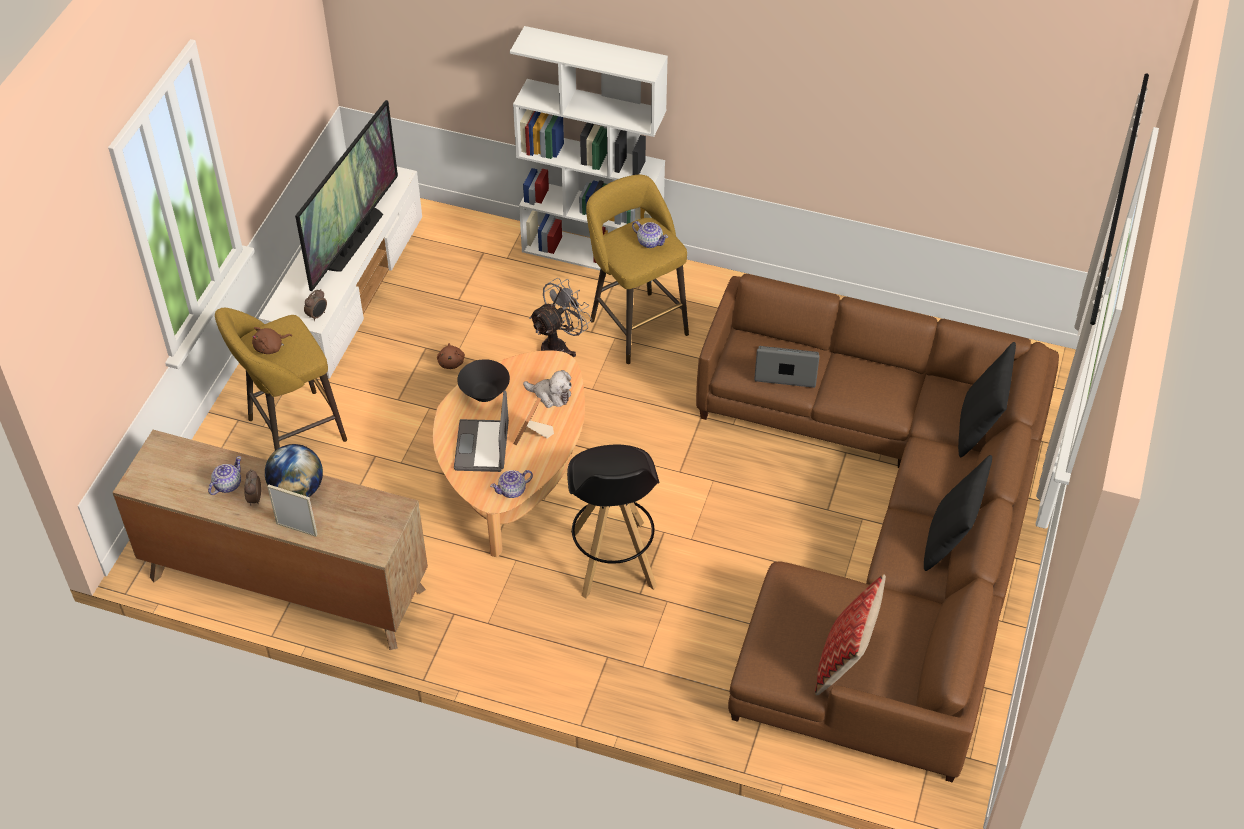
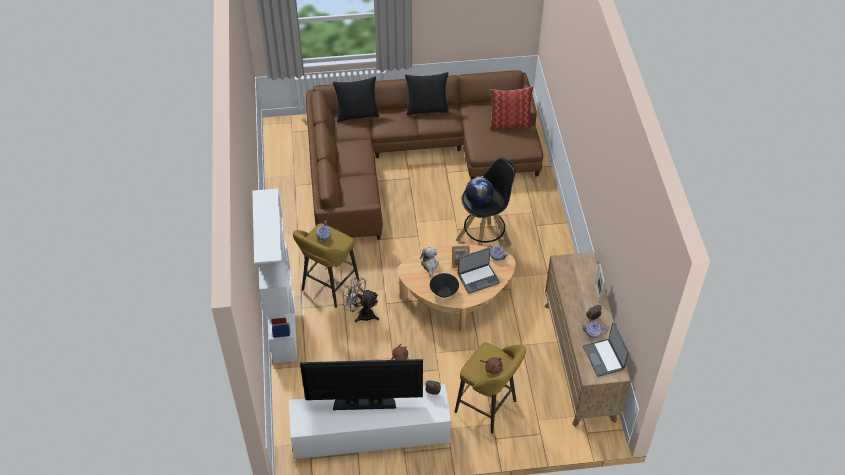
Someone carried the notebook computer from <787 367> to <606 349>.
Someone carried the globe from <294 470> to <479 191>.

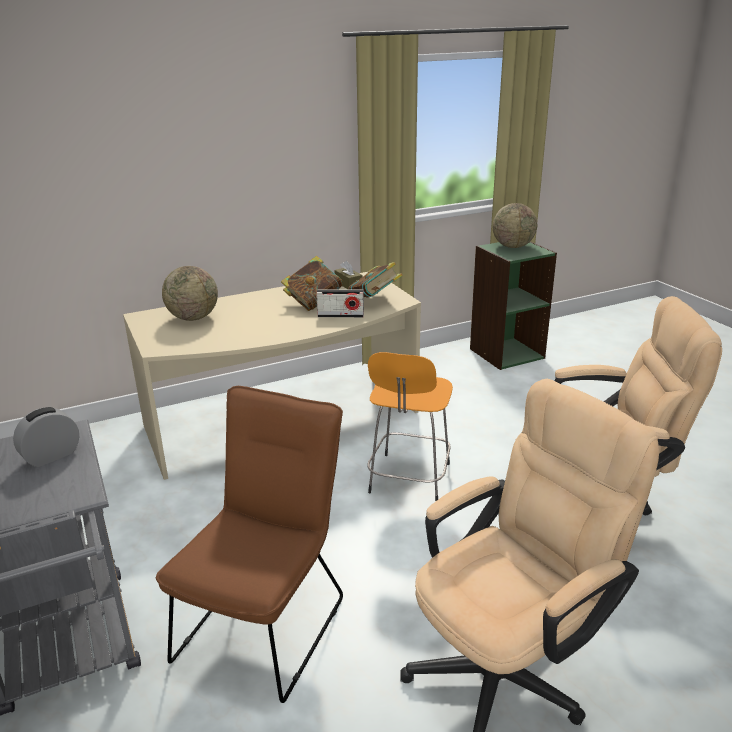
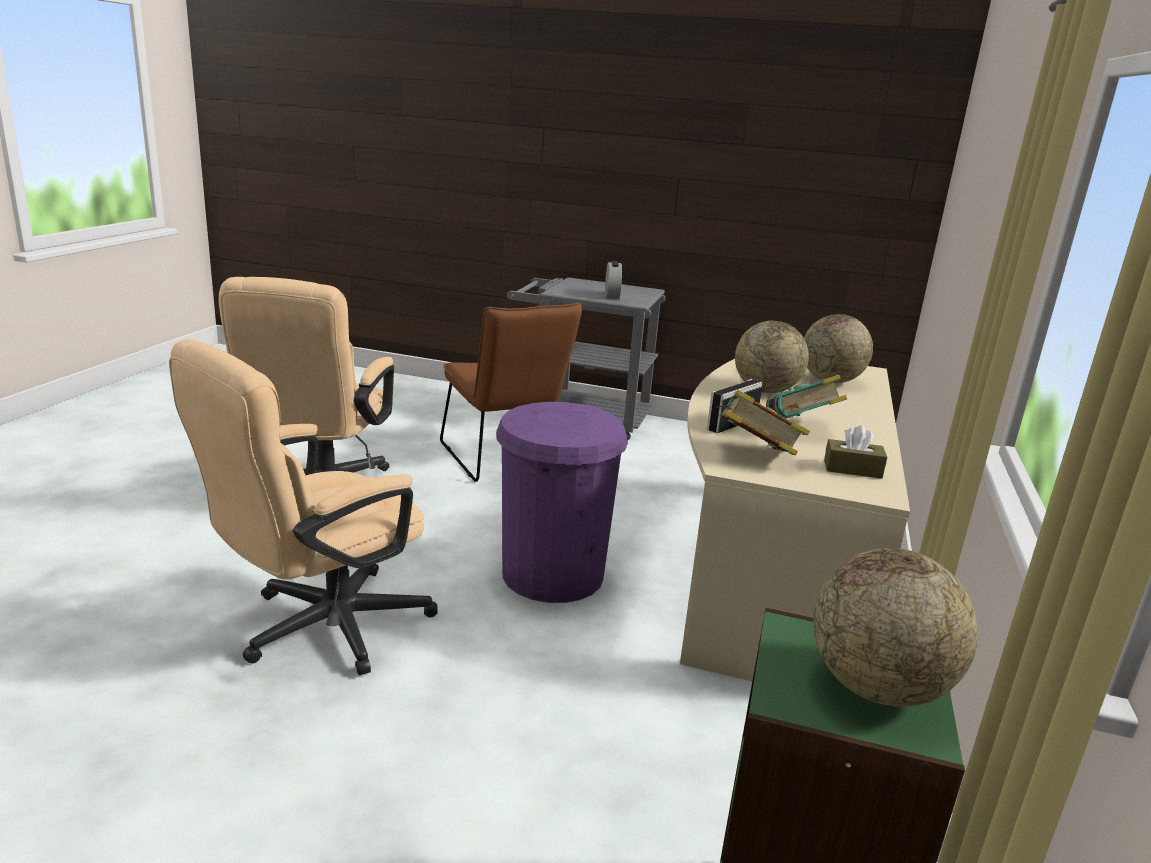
Someone swapped the orangey sitting stool at <410 427> for the purple-coloured waste bin at <562 502>.
Someone put down the globe at <772 357>.

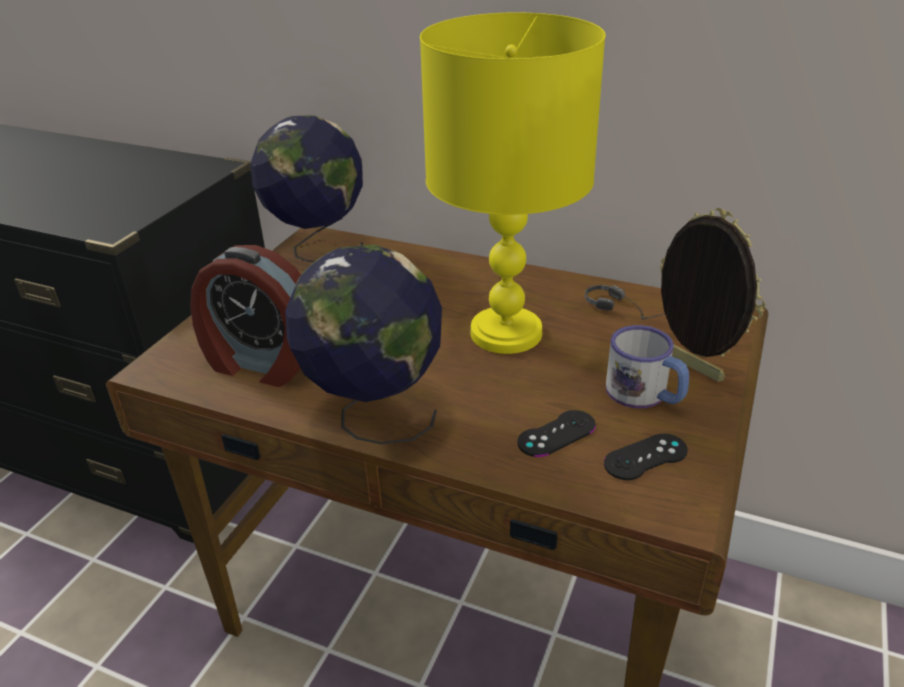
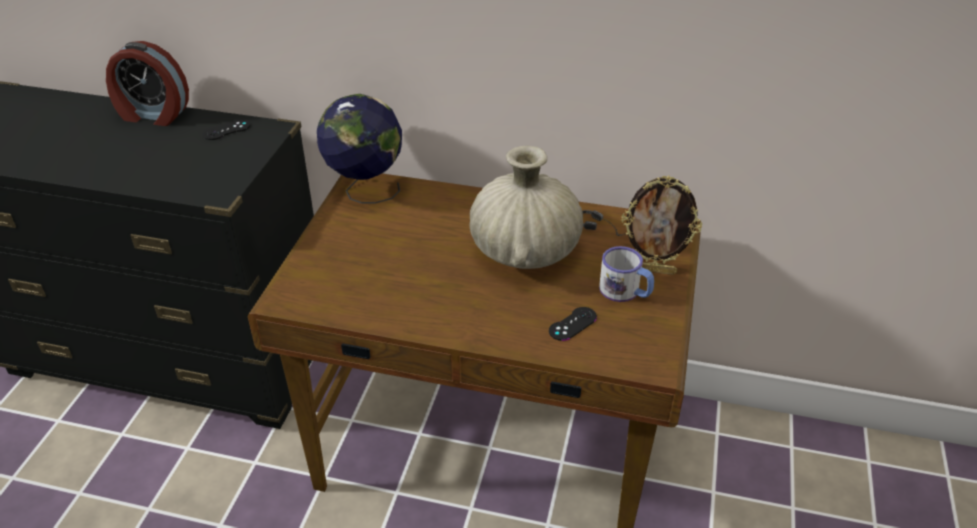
Someone swapped the yellow-coloured lamp for a table at <513 183> for the sand-coloured flower vase at <526 207>.
Someone rotated the picture frame at <712 295> by 150 degrees clockwise.
Someone carried the alarm clock from <245 316> to <147 83>.
Someone took away the globe at <363 344>.
Someone carried the black gamepad from <646 457> to <226 130>.

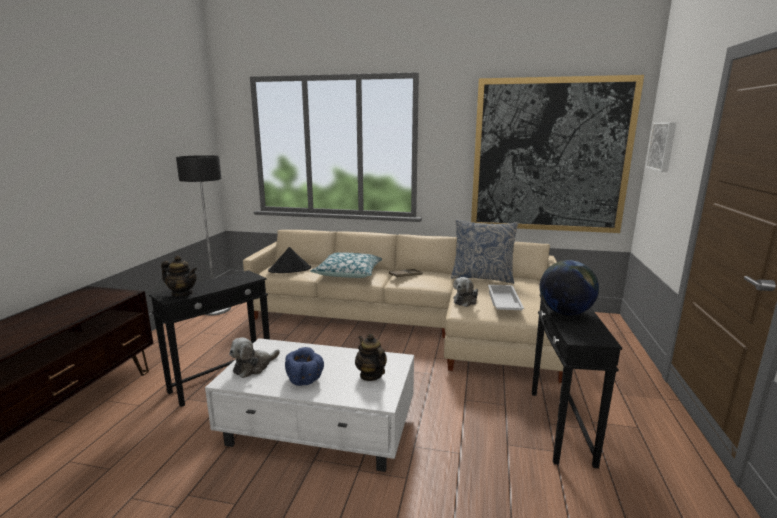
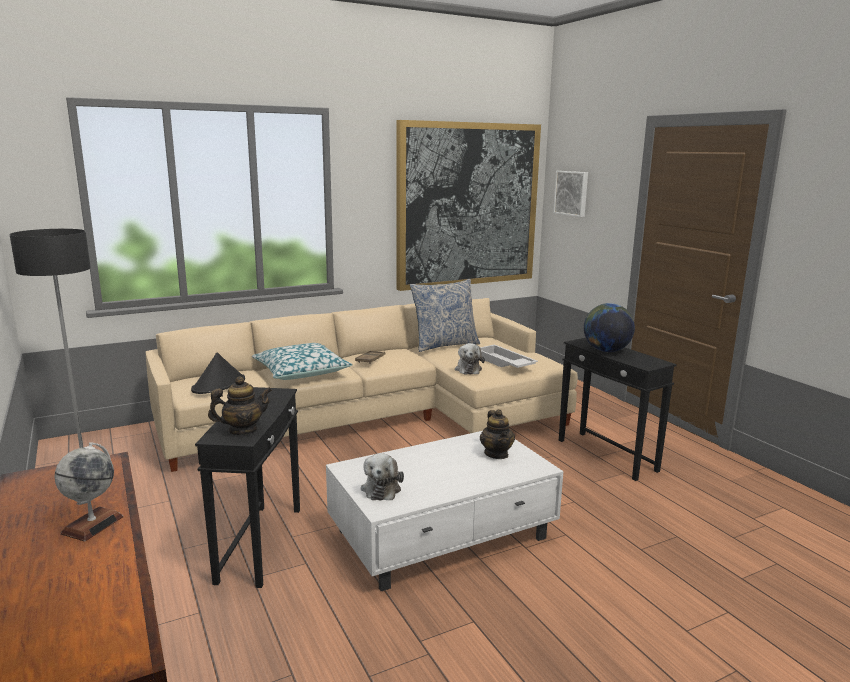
Someone rotated the pot for tea at <371 357> by 120 degrees counterclockwise.
Someone took away the bluish bowl at <304 366>.
Someone put down the globe at <89 491>.

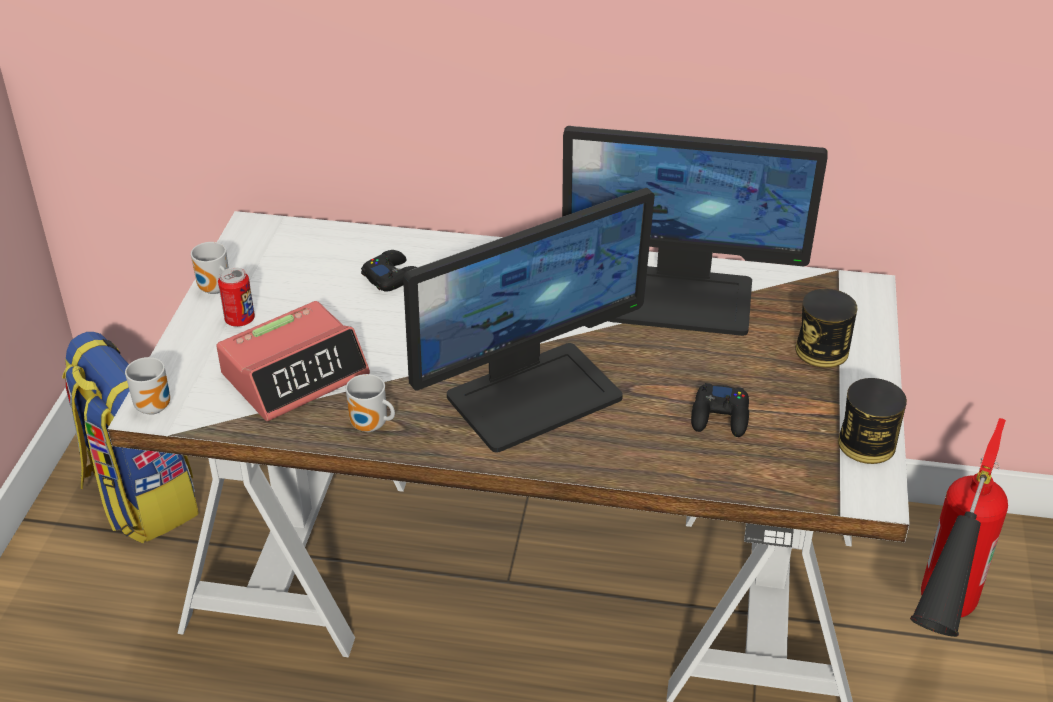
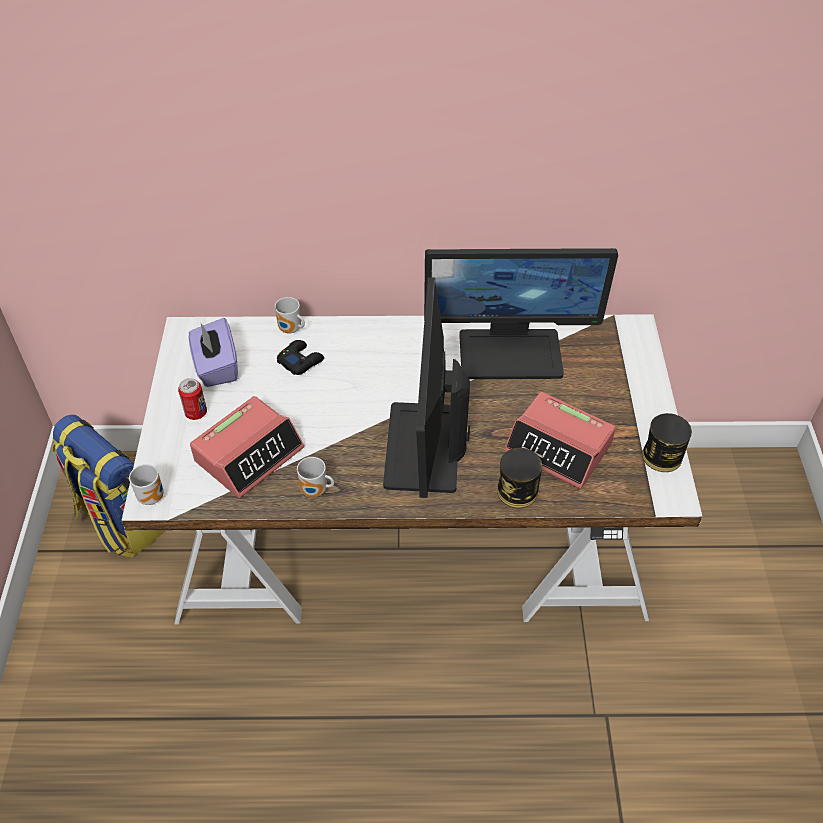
Someone rotated the computer display at <529 320> by 135 degrees clockwise.
Someone carried the tea mug from <210 268> to <290 315>.
Someone carried the can from <826 328> to <519 478>.
Someone swapped the black gamepad at <720 410> for the alarm clock at <560 440>.
Someone took away the extinguisher at <959 527>.
Someone put down the purple-coloured box of tissues at <213 352>.

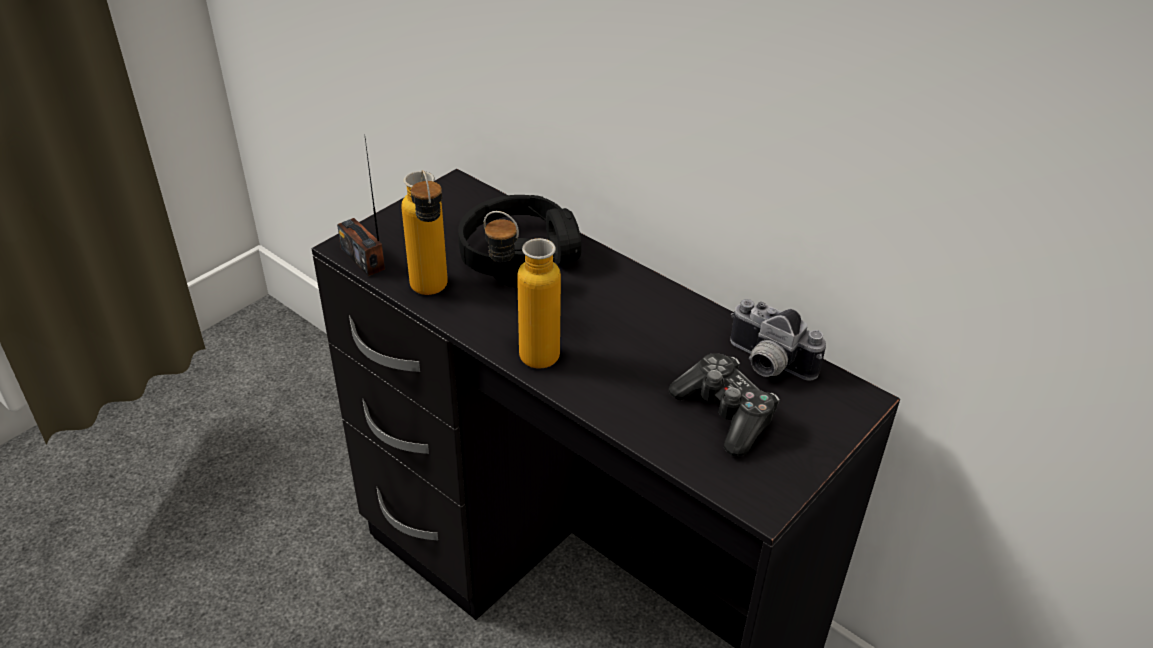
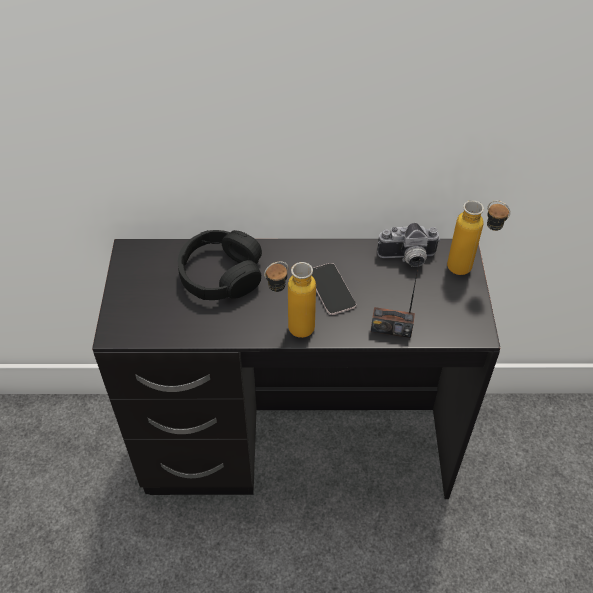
Someone carried the radio from <361 207> to <396 295>.
Someone carried the beverage bottle from <424 232> to <479 237>.
Someone took away the gamepad at <724 404>.
Someone put down the handset at <334 289>.

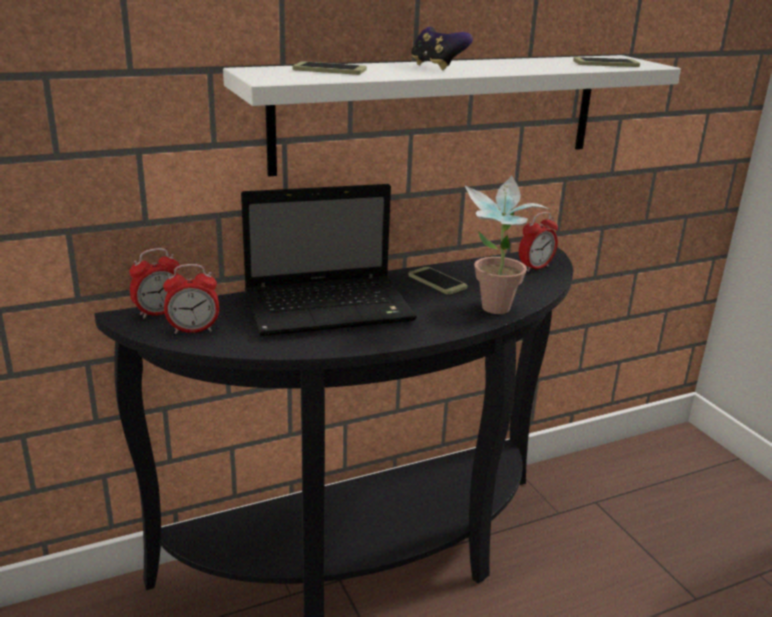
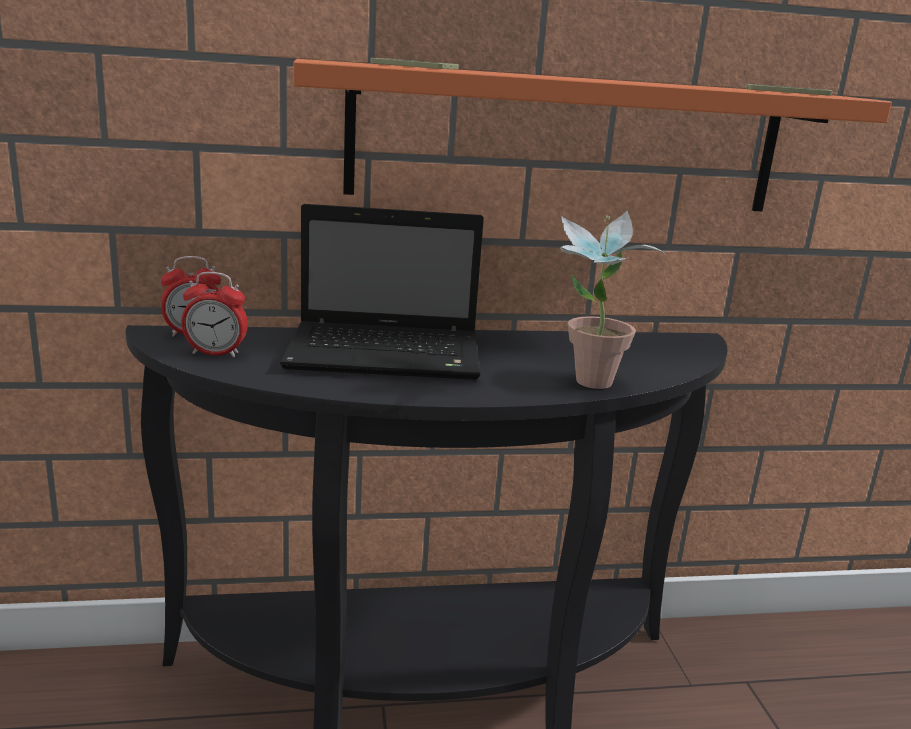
Someone took away the gamepad at <442 48>.
Someone repainted the whitish bracket shelf at <452 116>, which became the orangey bracket shelf at <592 135>.
Someone took away the alarm clock at <538 242>.
Someone took away the handset at <438 281>.

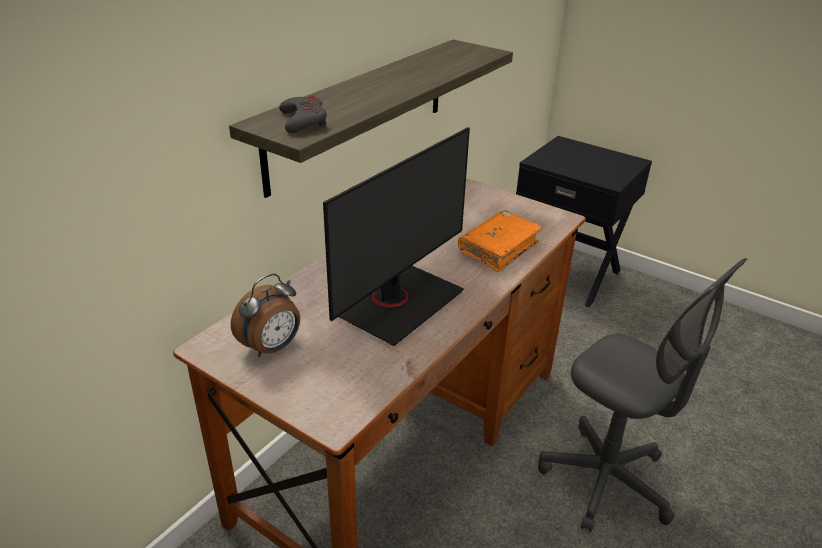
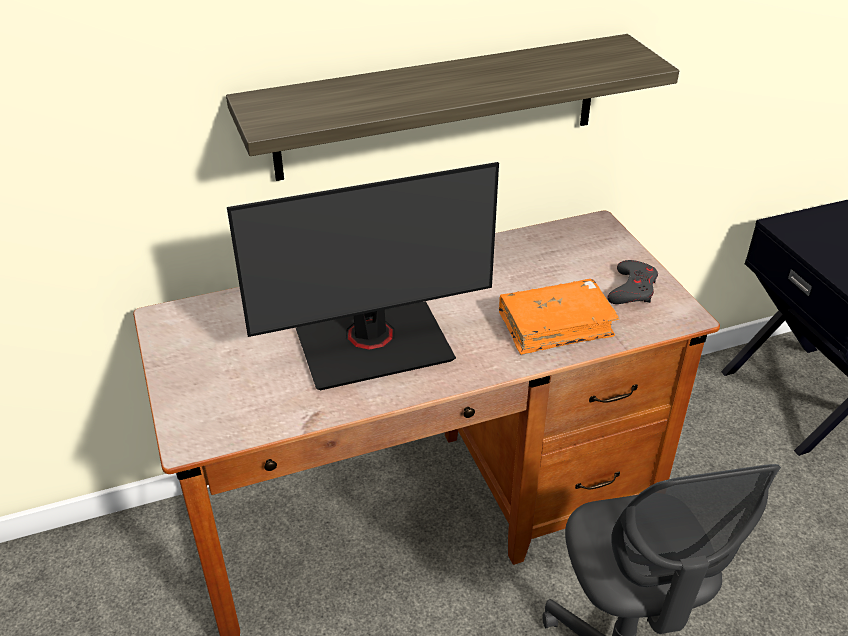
Someone carried the grey gamepad from <303 114> to <632 282>.
Someone took away the alarm clock at <265 315>.

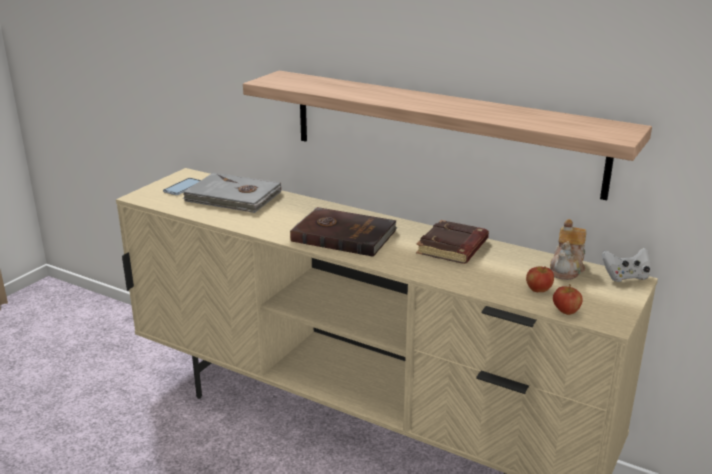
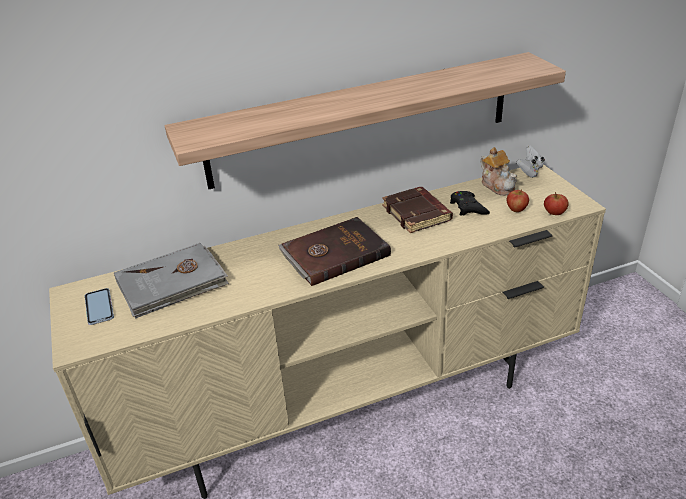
Someone put down the black gamepad at <470 203>.

